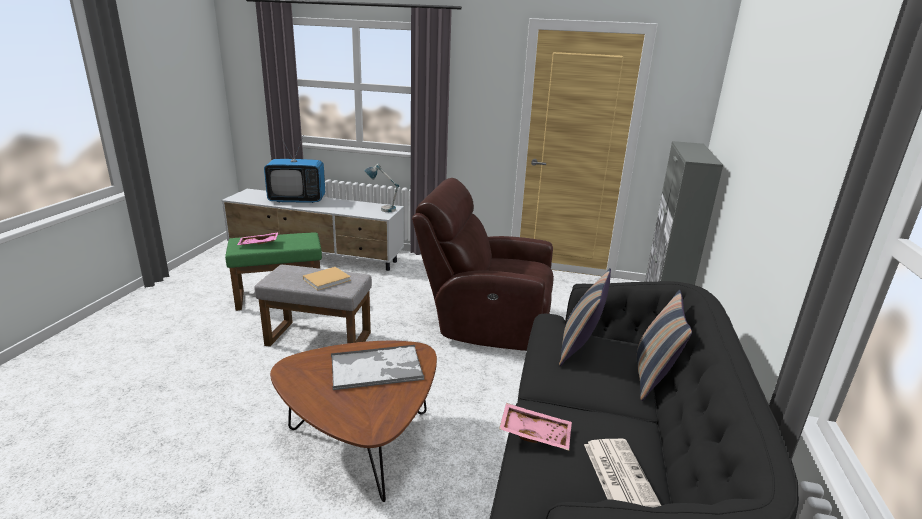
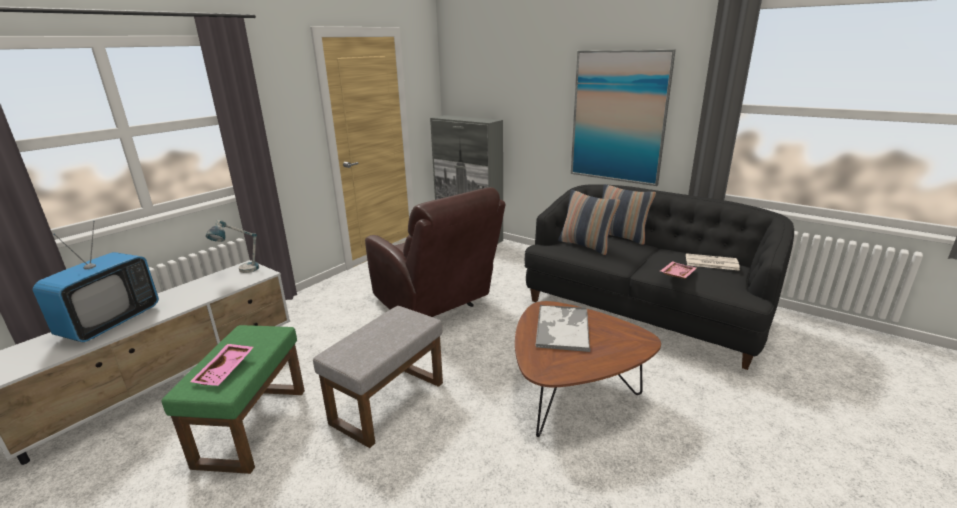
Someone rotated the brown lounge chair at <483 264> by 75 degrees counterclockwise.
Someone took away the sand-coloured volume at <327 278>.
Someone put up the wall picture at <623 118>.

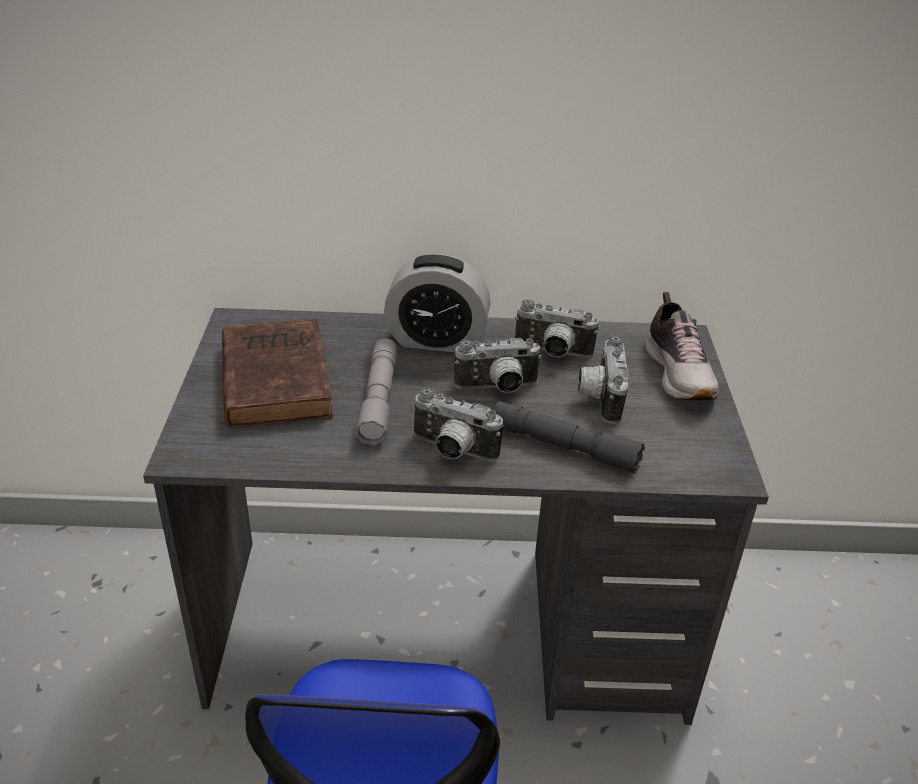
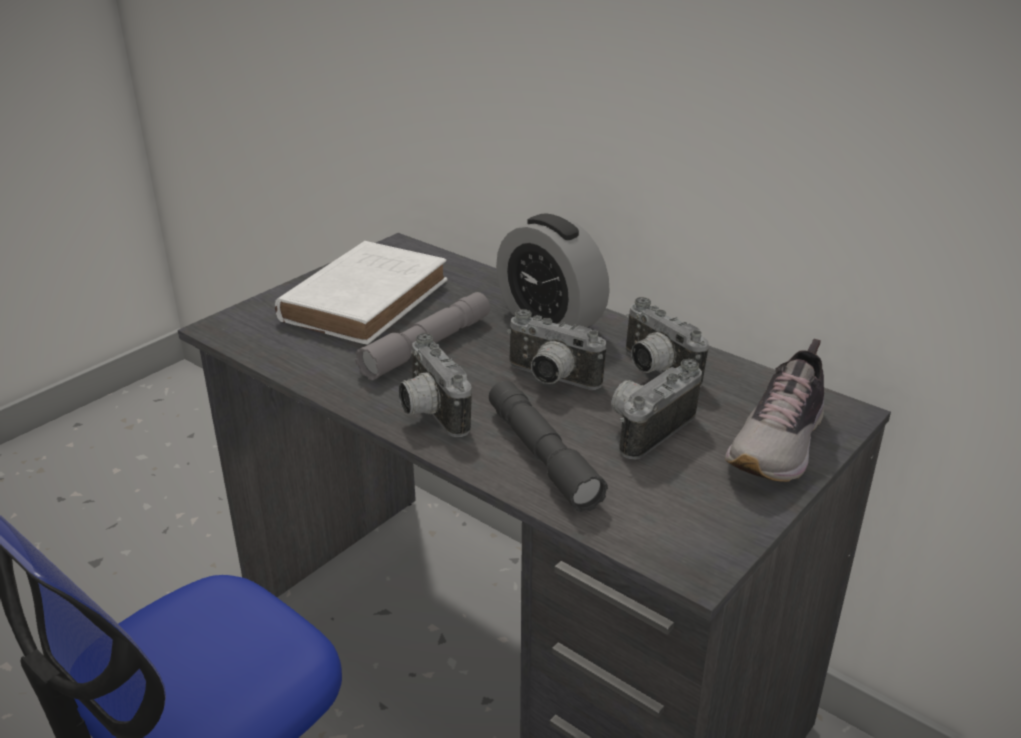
Someone repainted the brown volume at <277 373>, which became the whitish volume at <361 292>.

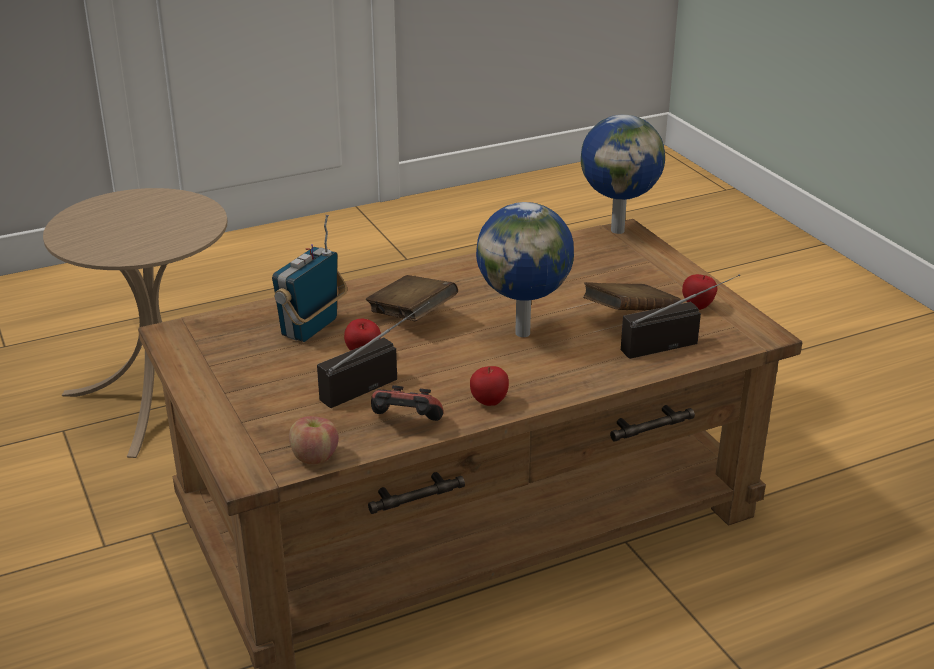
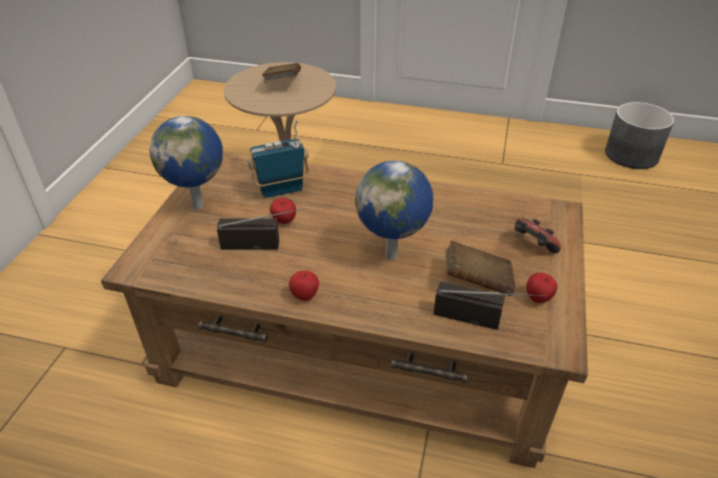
Someone carried the globe from <623 174> to <186 163>.
Someone carried the brown volume from <412 298> to <281 73>.
Someone carried the gamepad from <407 403> to <538 235>.
Someone took away the whole apple at <314 440>.
Someone put down the grey planter at <639 135>.

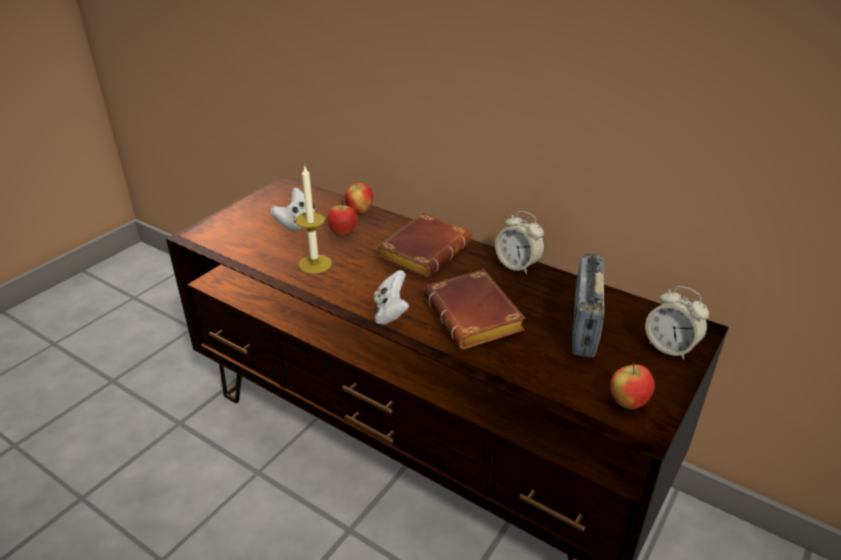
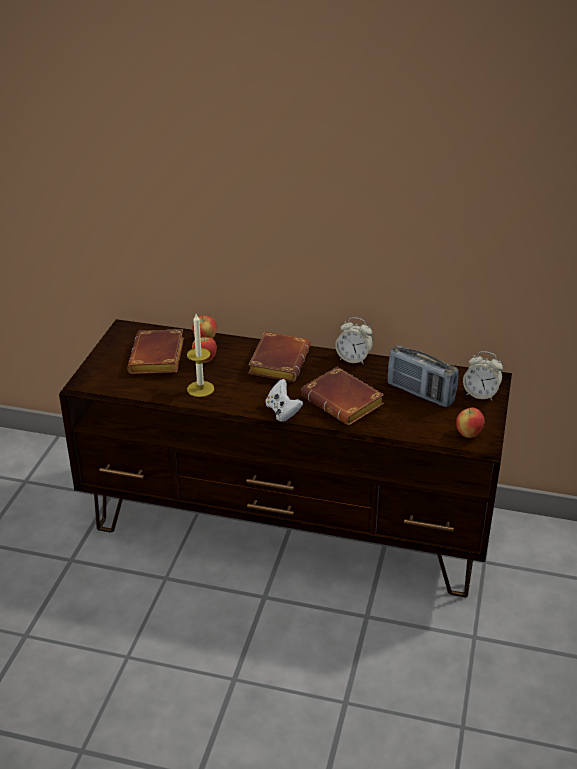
Someone swapped the whitish gamepad at <292 209> for the brown volume at <155 351>.
Someone rotated the radio at <588 306> by 45 degrees counterclockwise.

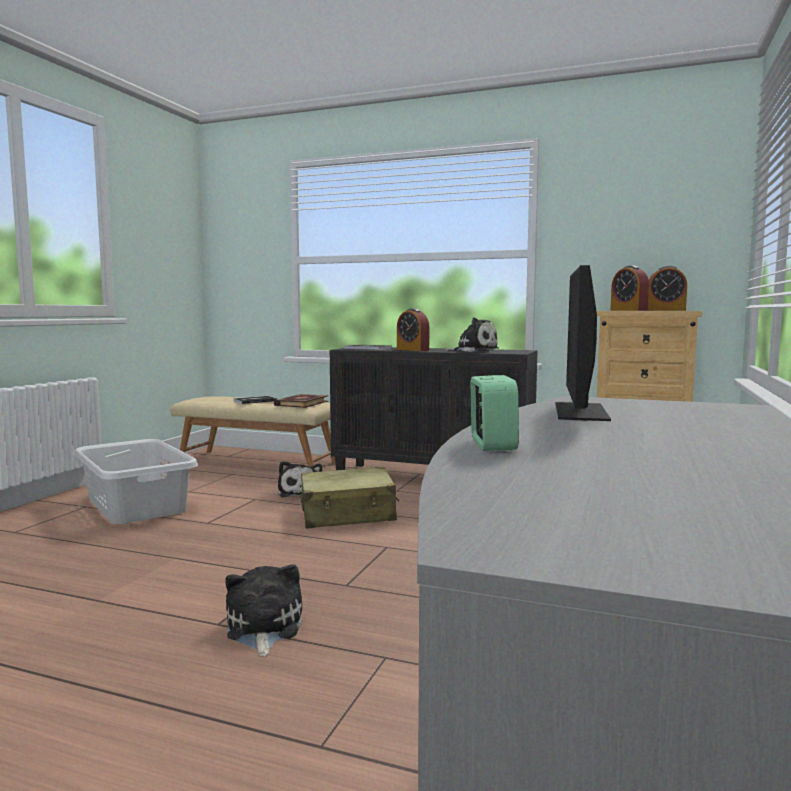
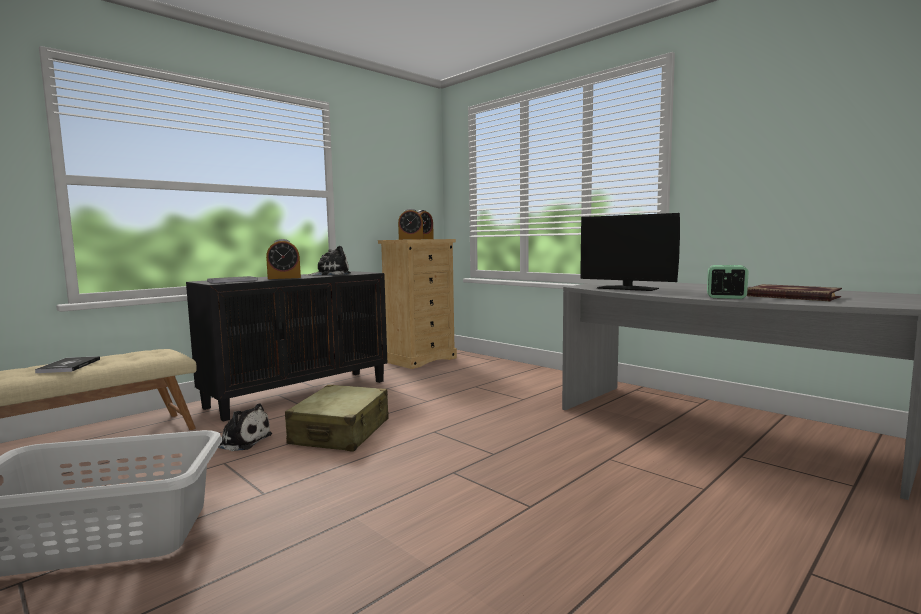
Someone carried the volume from <301 401> to <794 292>.
Someone took away the soft toy at <263 610>.

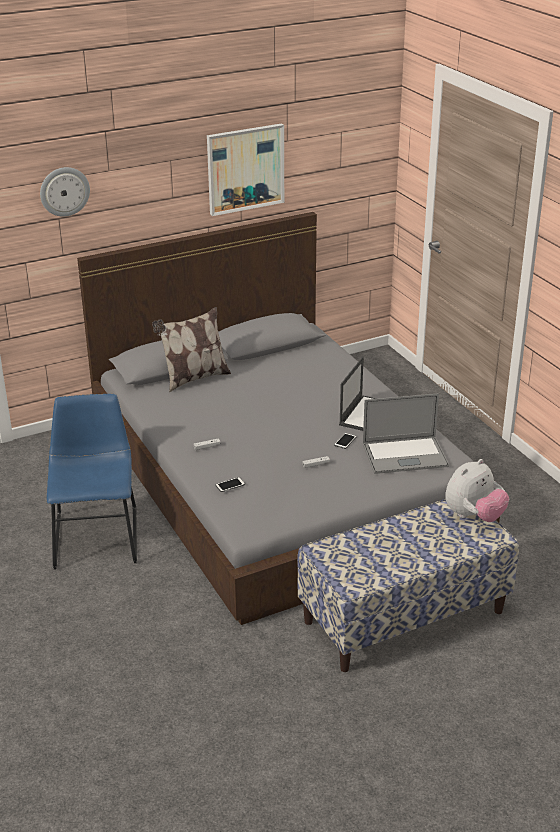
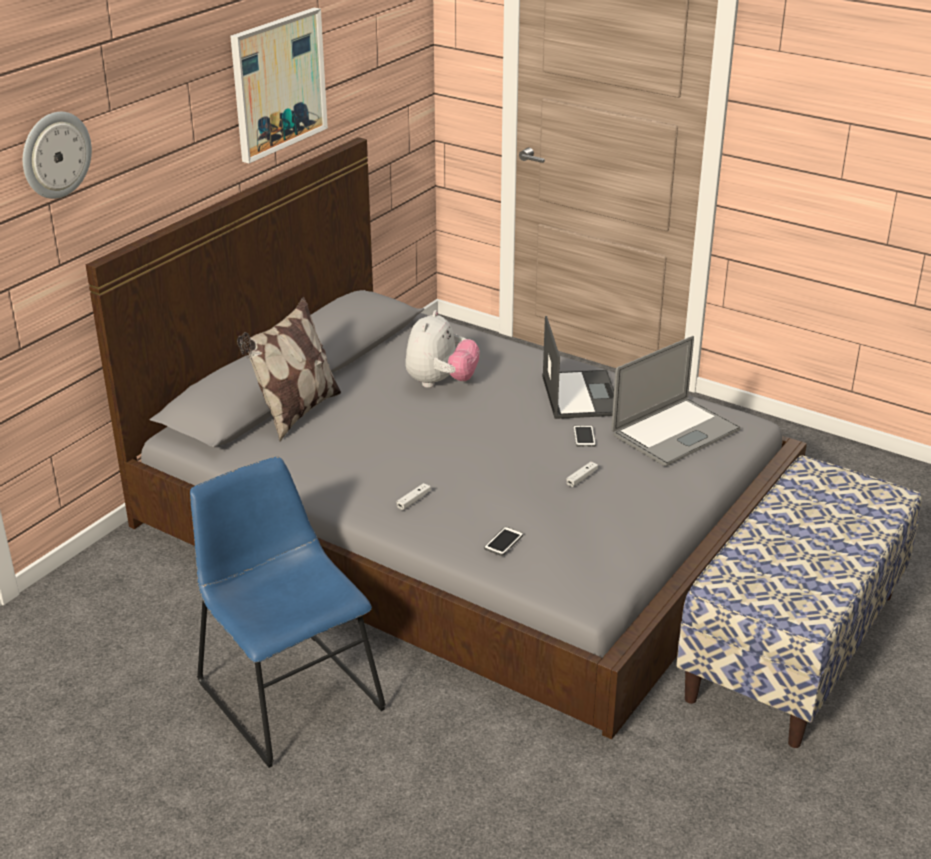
Someone carried the soft toy from <477 490> to <443 349>.

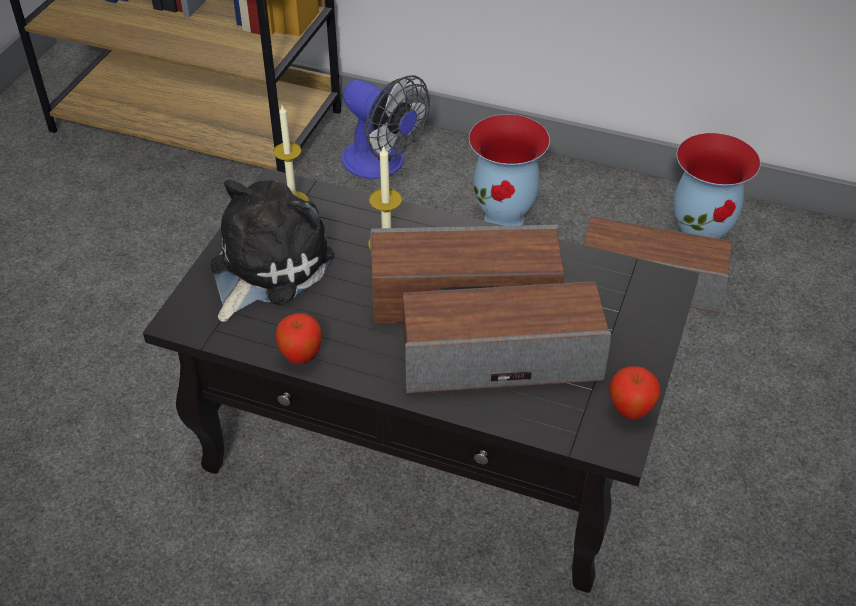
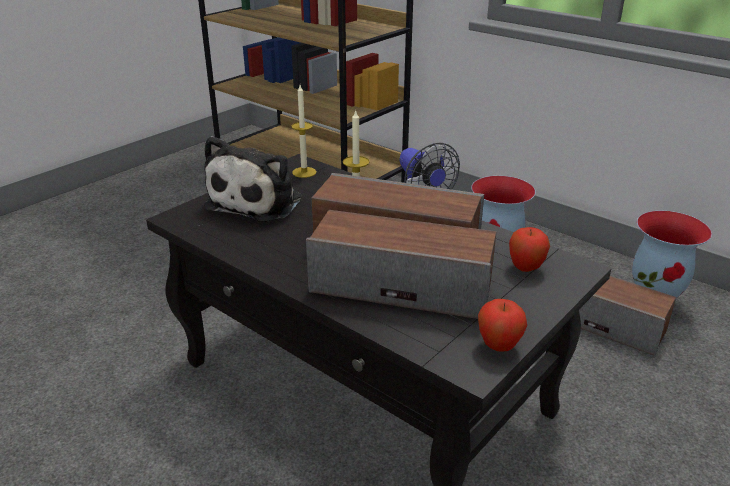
Someone rotated the soft toy at <272 251> by 150 degrees clockwise.
Someone carried the whole apple from <298 338> to <529 249>.

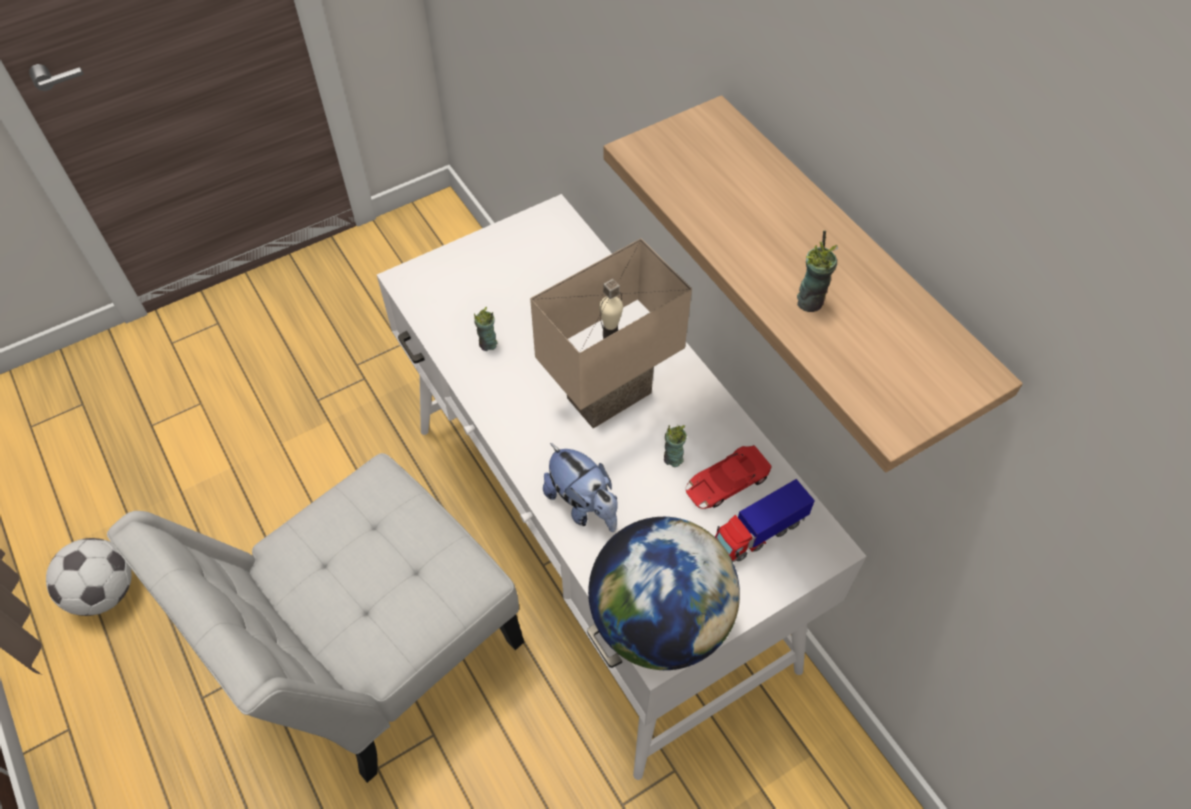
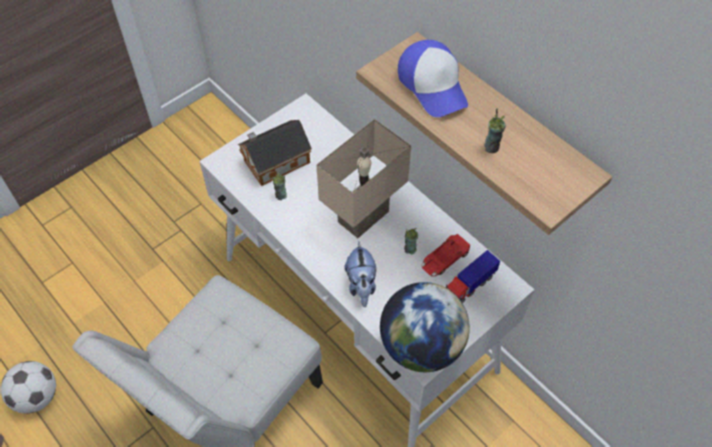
Someone rotated the soft toy at <580 487> by 45 degrees clockwise.
Someone put down the baseball cap at <433 78>.
Someone put down the miniature house at <275 153>.

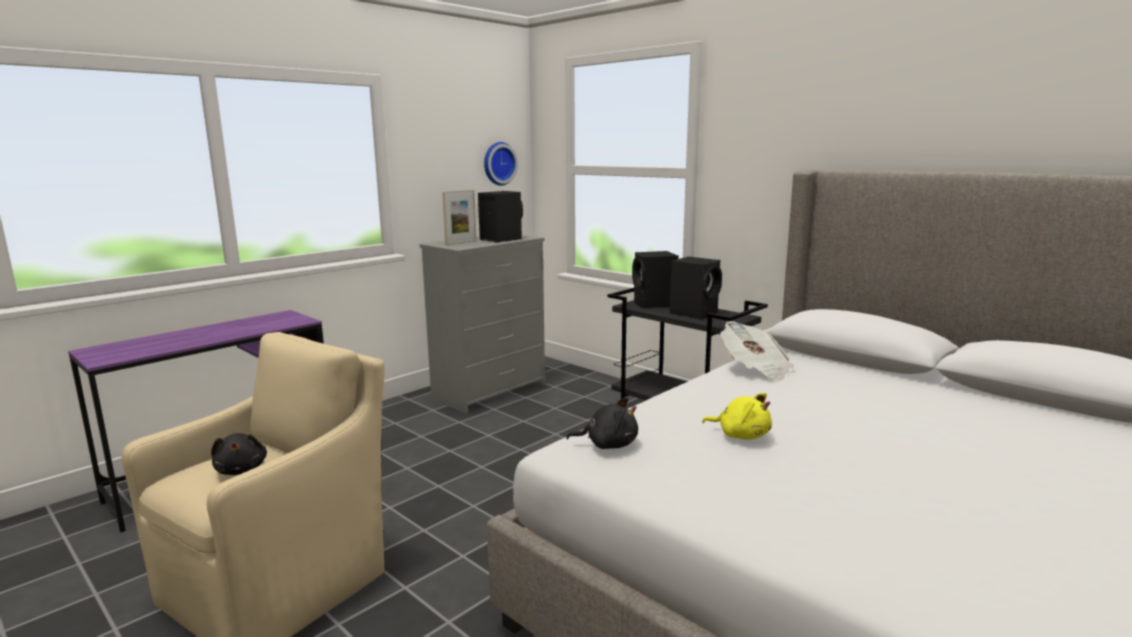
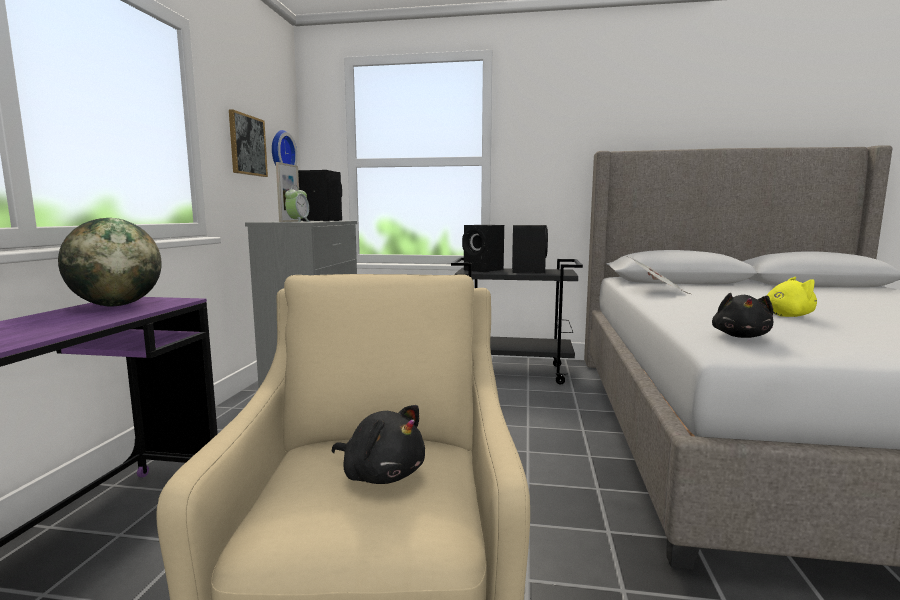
Someone rotated the black soft toy at <602 423> by 135 degrees clockwise.
Someone put up the wall picture at <248 143>.
Someone put down the alarm clock at <298 203>.
Someone put down the globe at <110 262>.

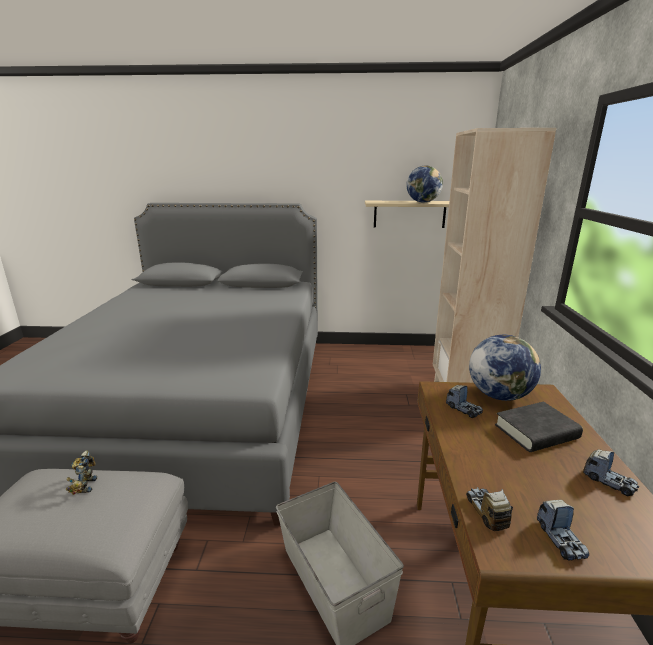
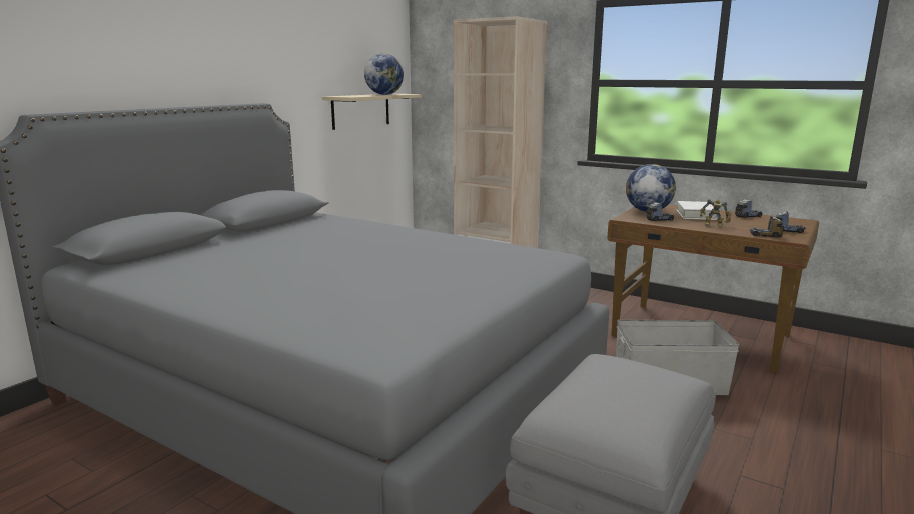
Someone repainted the black volume at <539 427>, which became the whitish volume at <697 210>.
Someone carried the robot figure from <81 472> to <716 212>.

